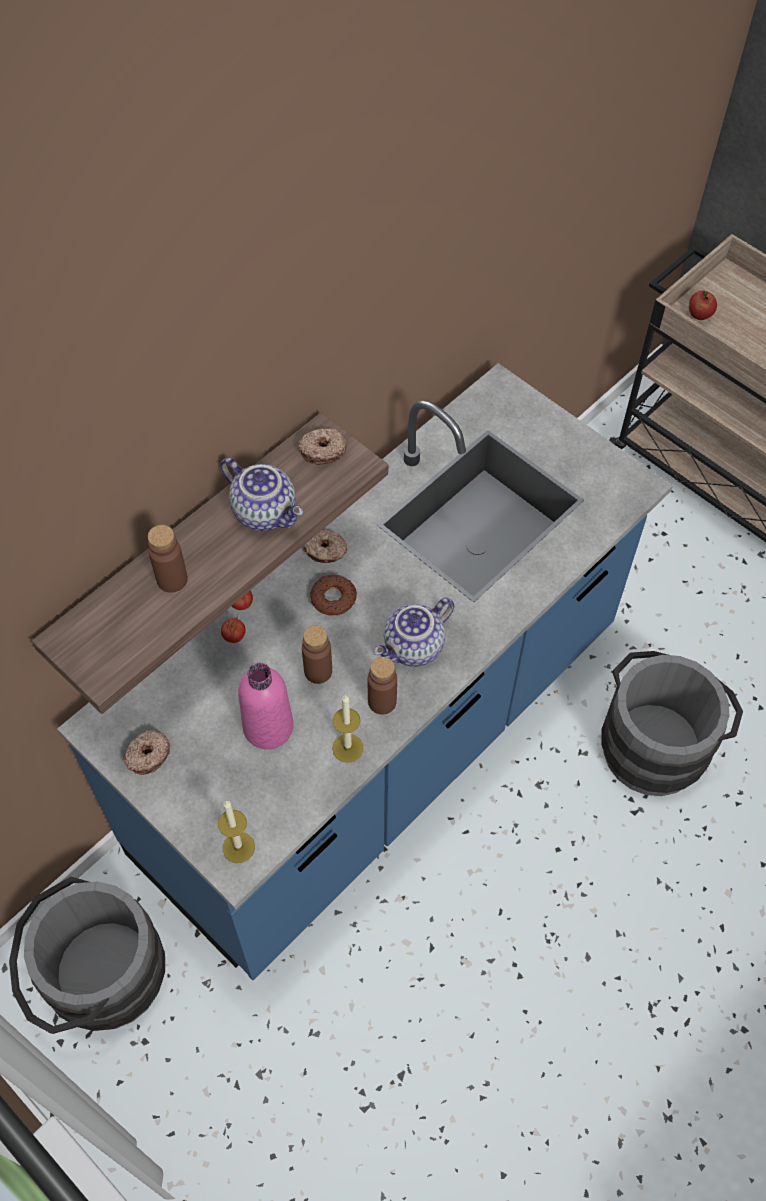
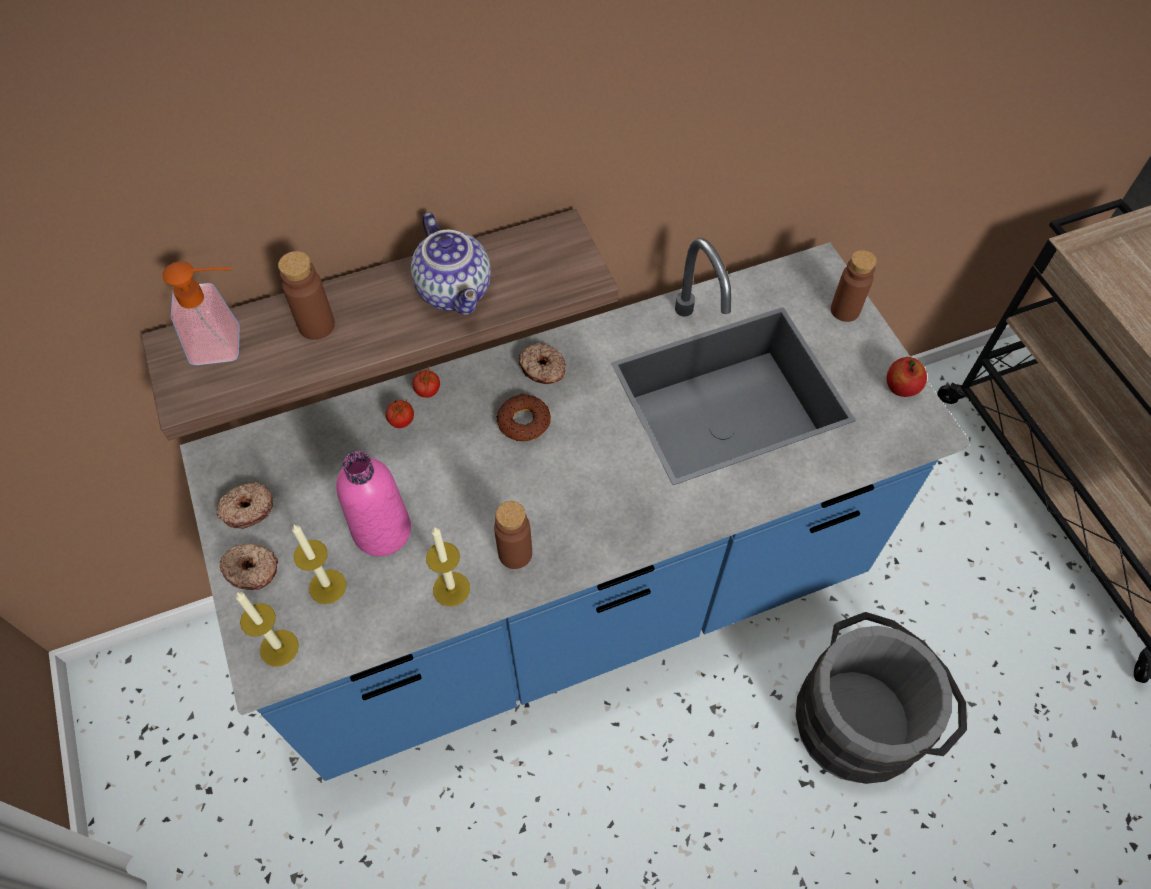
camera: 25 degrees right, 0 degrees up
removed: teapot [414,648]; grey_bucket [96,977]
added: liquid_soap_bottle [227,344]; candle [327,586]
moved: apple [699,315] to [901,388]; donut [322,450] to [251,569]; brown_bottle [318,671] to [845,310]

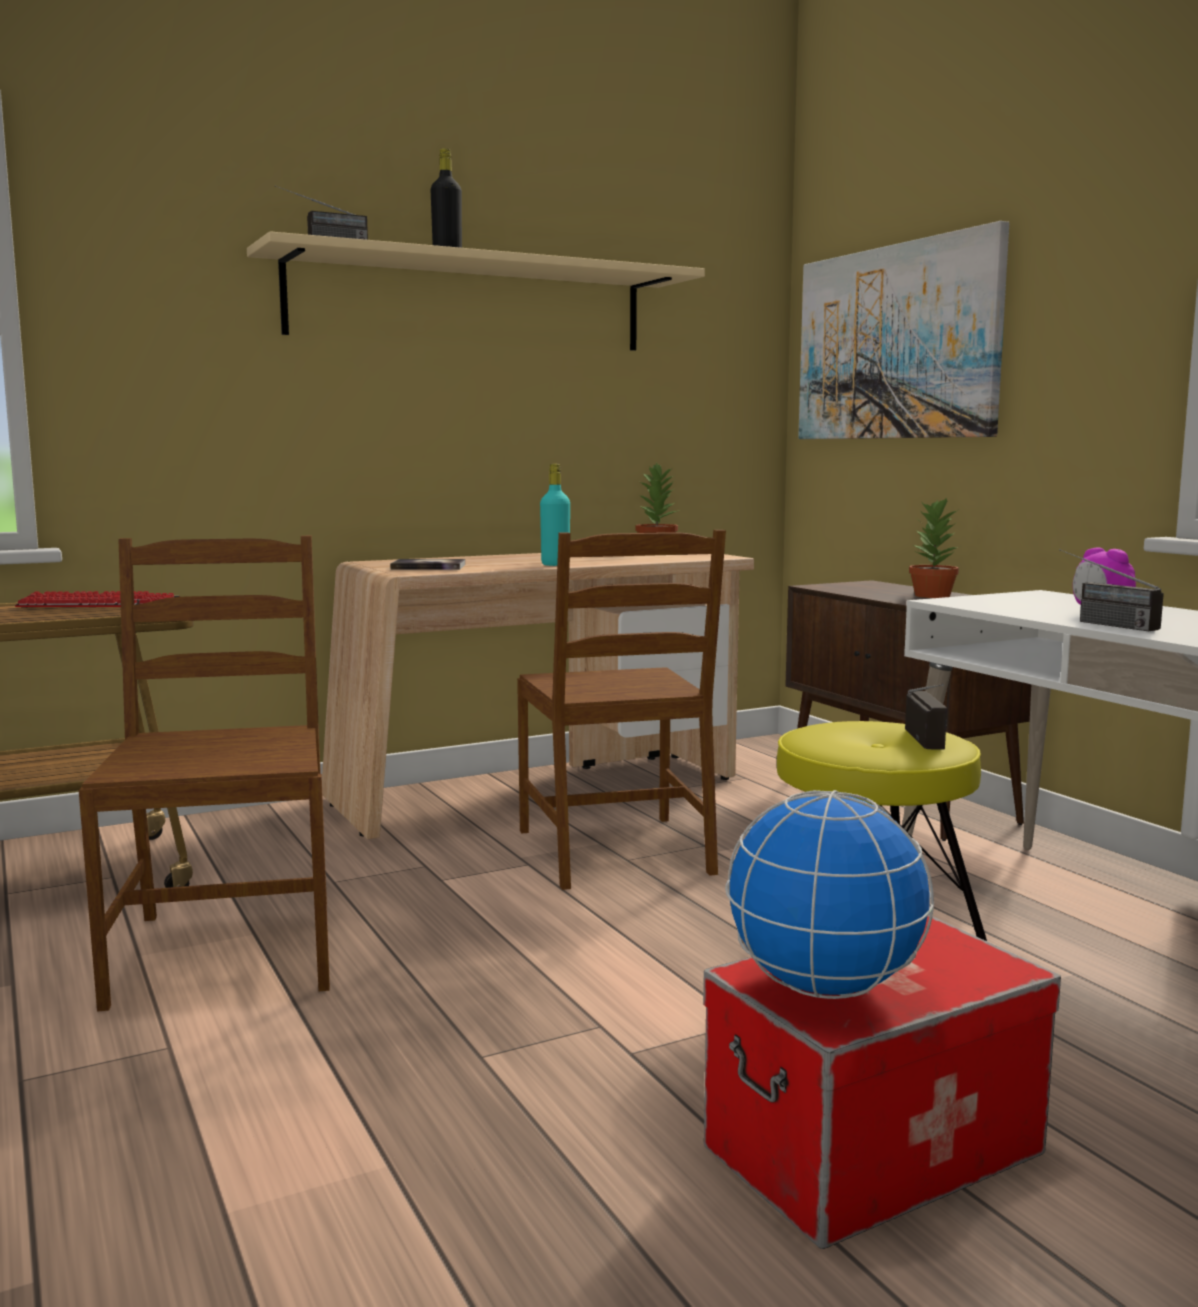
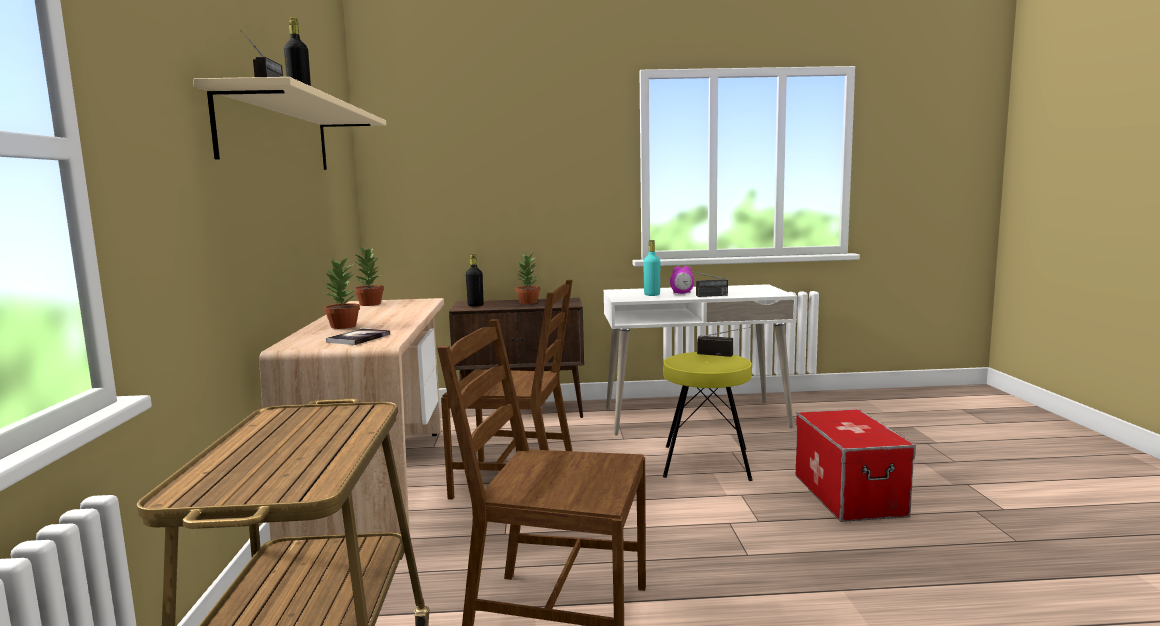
camera: 65 degrees left, 0 degrees up
removed: picture [896,343]; computer_keyboard [99,605]; globe [823,987]
added: black_bottle [475,305]; plant_in_a_pot [343,326]
moved: blue-green_bottle [555,564] to [652,295]

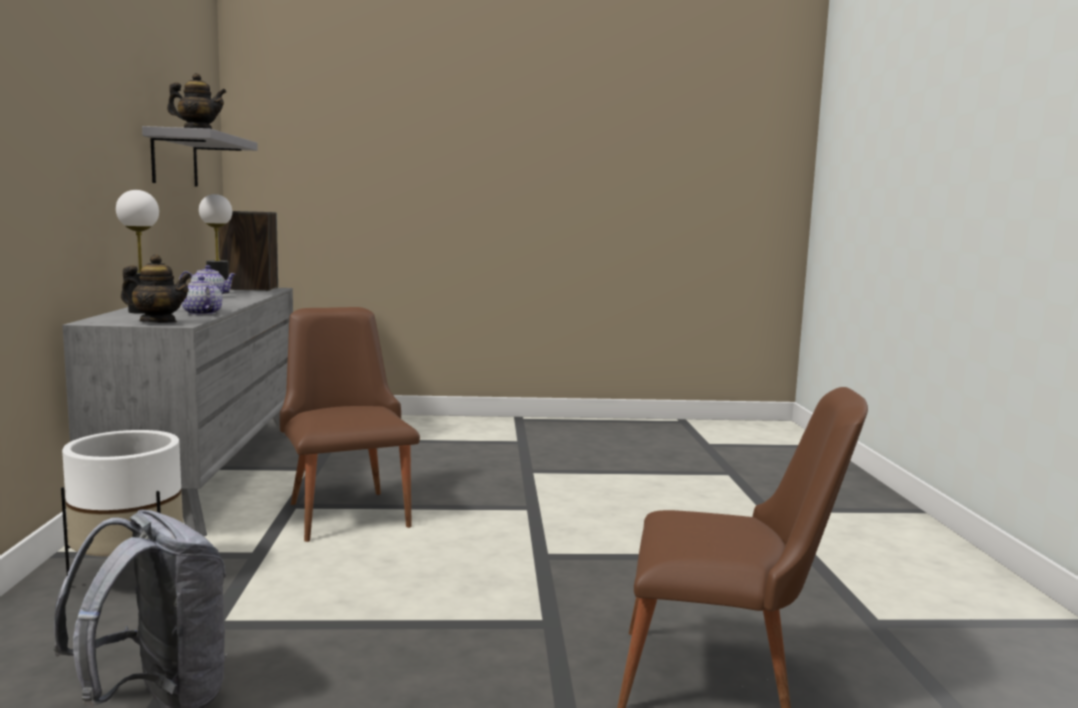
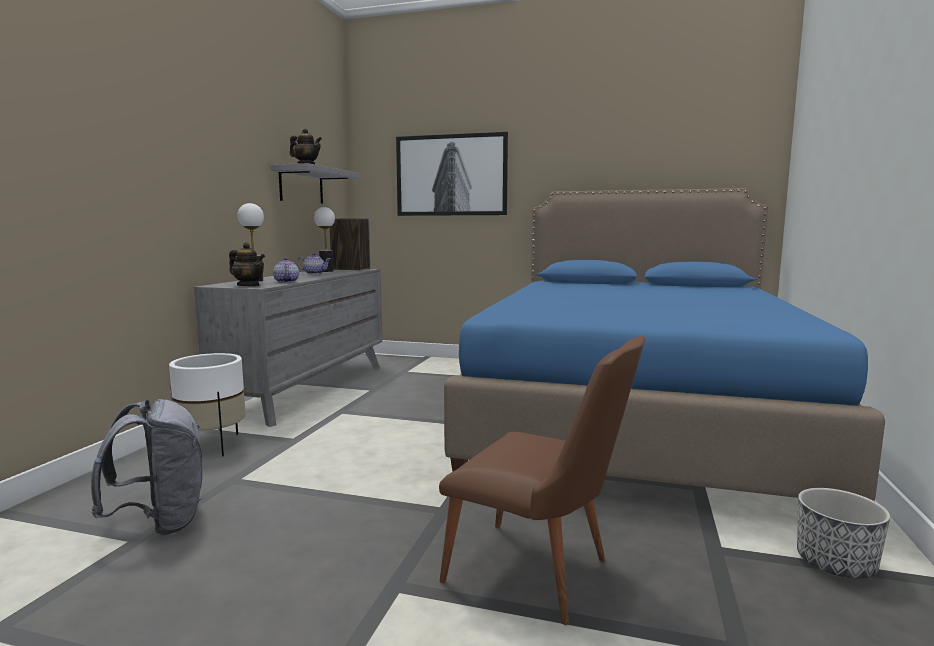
camera: 20 degrees right, 0 degrees up
removed: brown_plain_chair [346,510]
added: picture [451,175]; blue-coloured_sleeping_bed [635,416]; plant_pot [835,564]

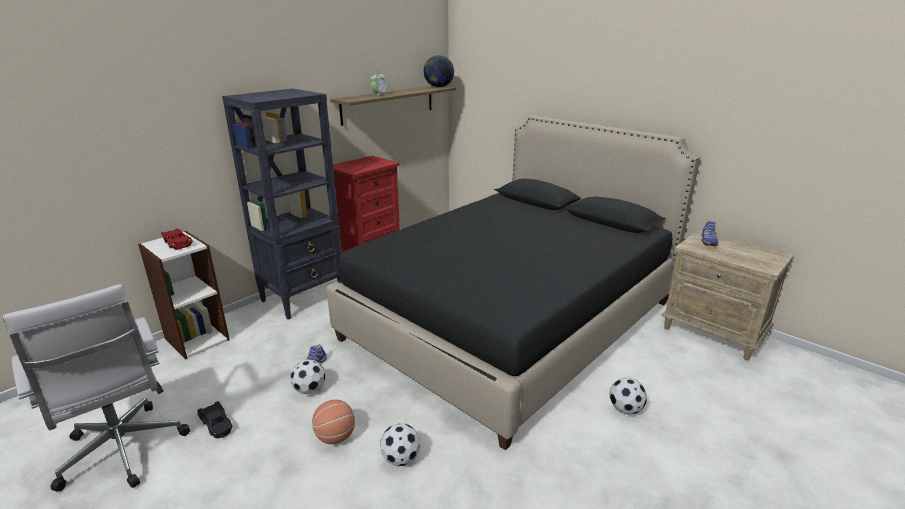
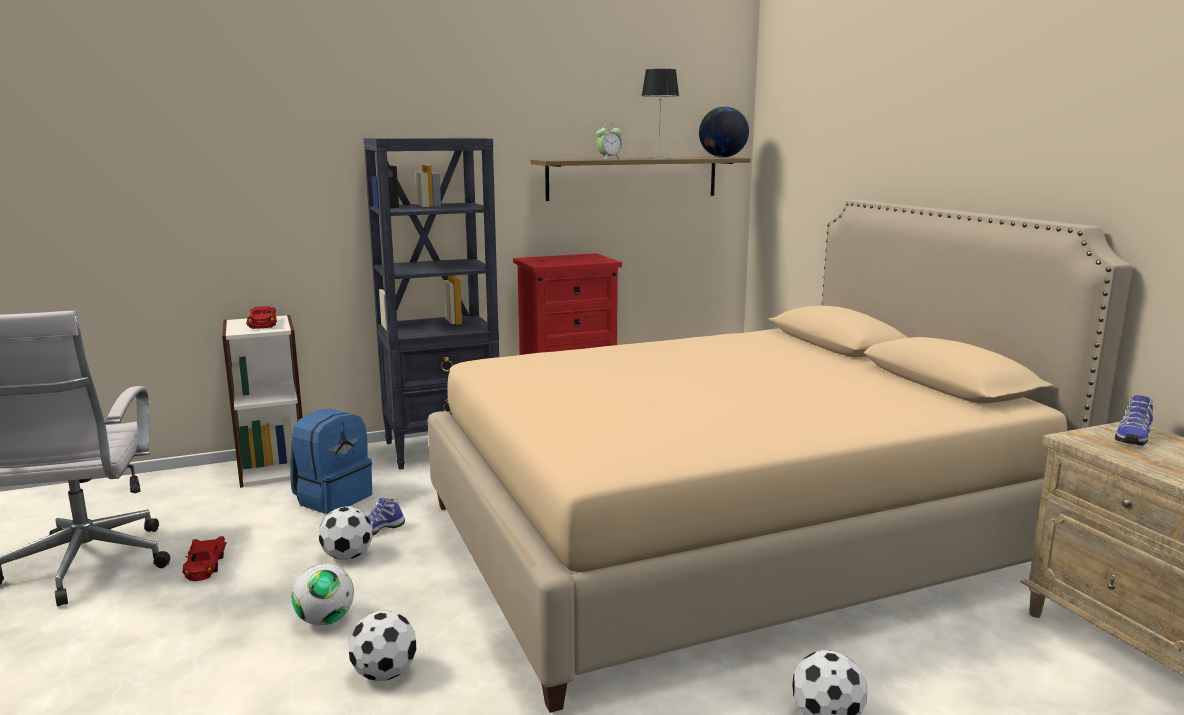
camera: 25 degrees right, 10 degrees down
added: lamp_for_a_table [659,158]; blue-coloured_knapsack [333,498]
replaced: basketball_ball [335,437] to football_ball [325,620]
recoloured: black_sleeping_bed [511,320] to beige-coloured_sleeping_bed [728,537]; black_model_car [216,424] to red-coloured_model_car [204,566]

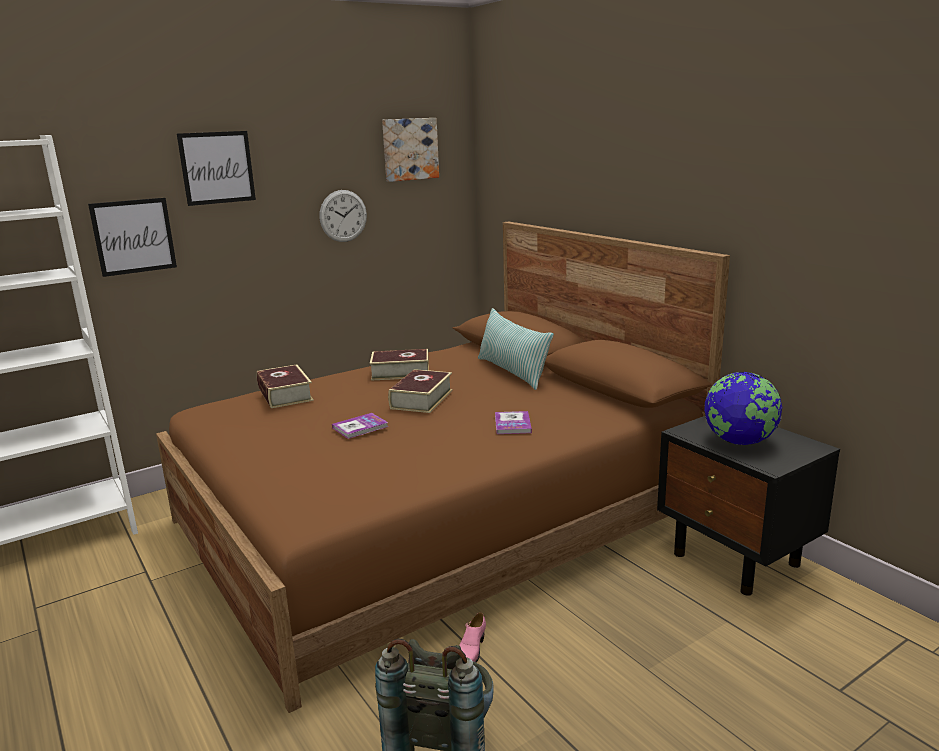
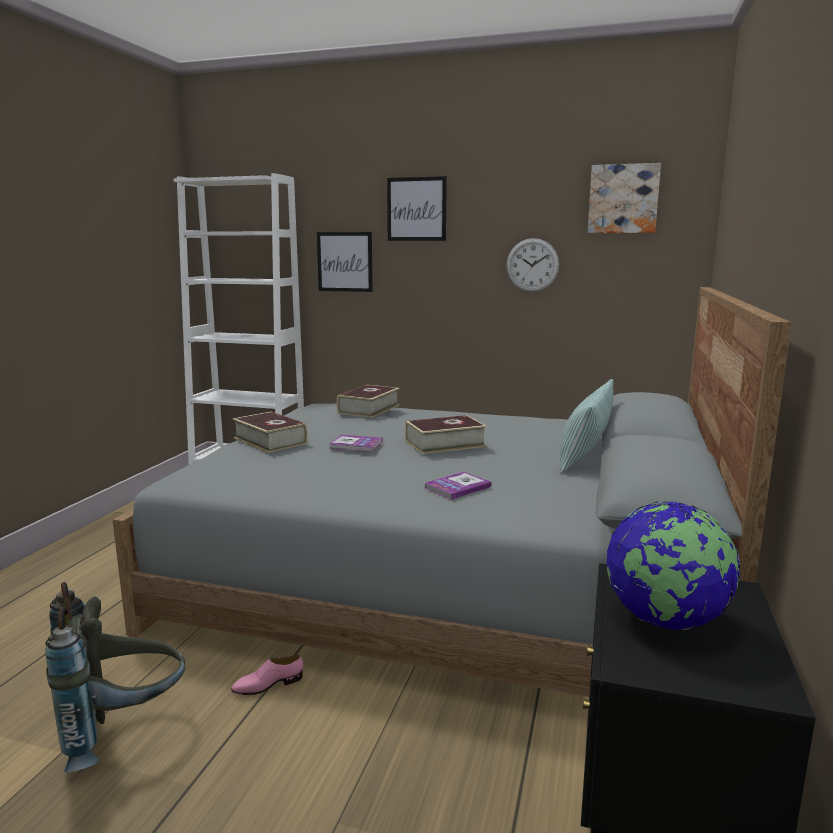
camera: 50 degrees right, 5 degrees down
moved: book [400,372] to [270,441]
recoloured: brown_sleeping_bed [438,518] to grey_sleeping_bed [447,580]

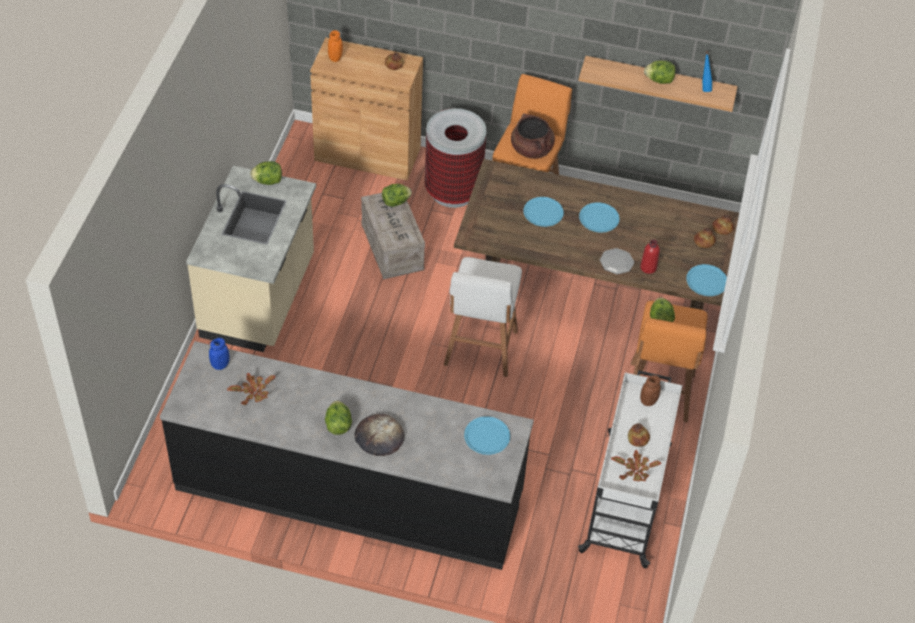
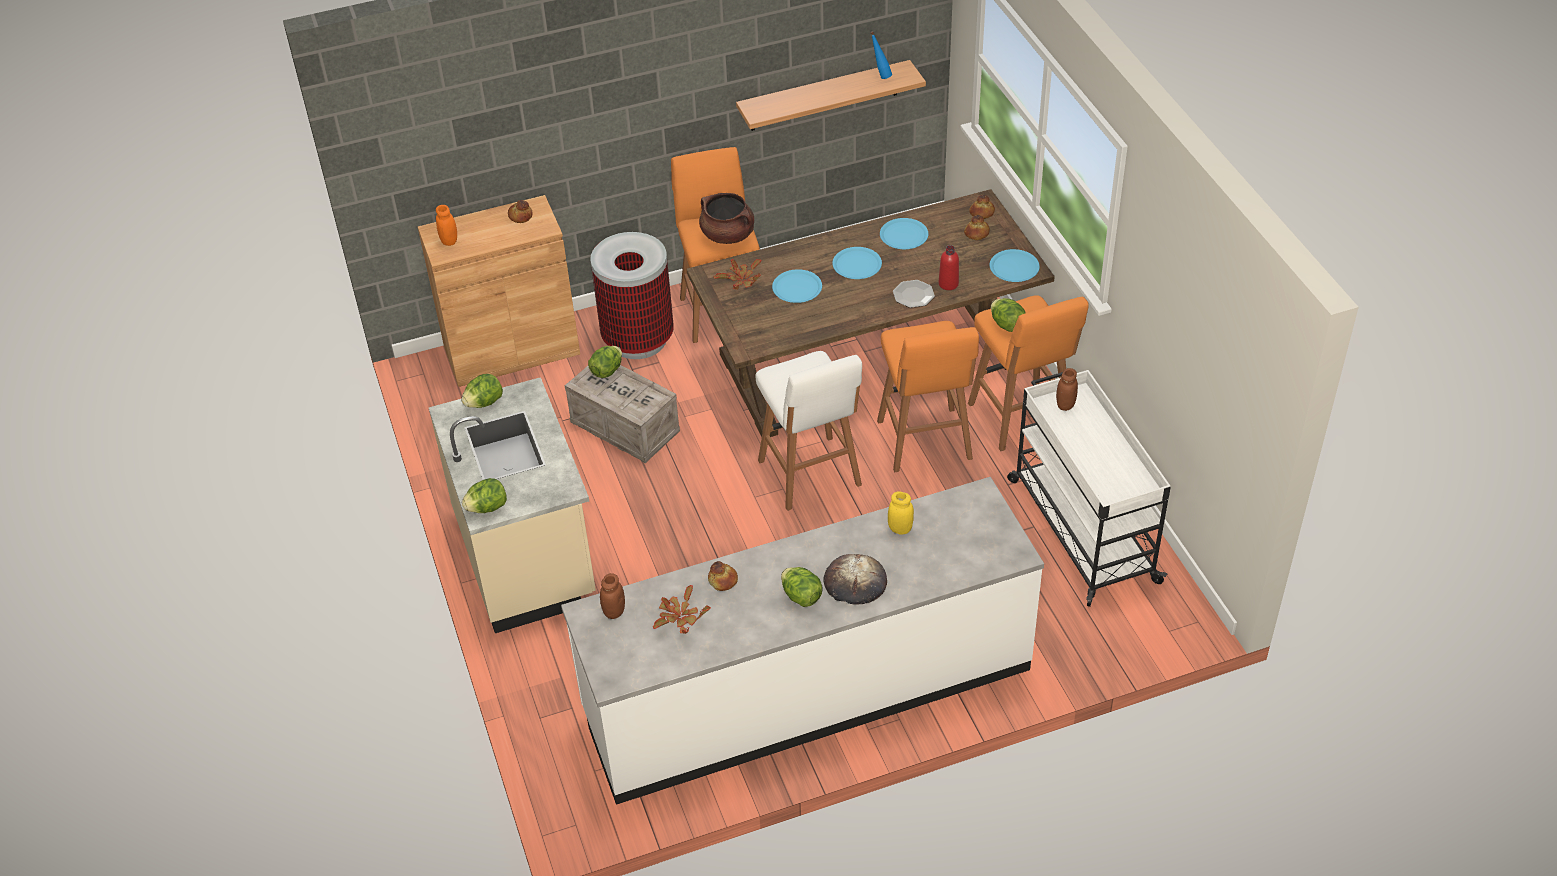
camera: 30 degrees left, 5 degrees down
added: orangey_stool [925,442]; yellow_storage_jar [900,529]
moved: head_of_lettuce [659,80] to [487,507]; blue-coloured_flat_dish [487,436] to [904,235]; bread [638,438] to [723,580]; plant_in_a_pot [635,471] to [741,280]
recoloured: blue-coloured_storage_jar [220,364] to brown_storage_jar [614,611]; black_kitchen_counter [349,492] to white_kitchen_counter [807,690]

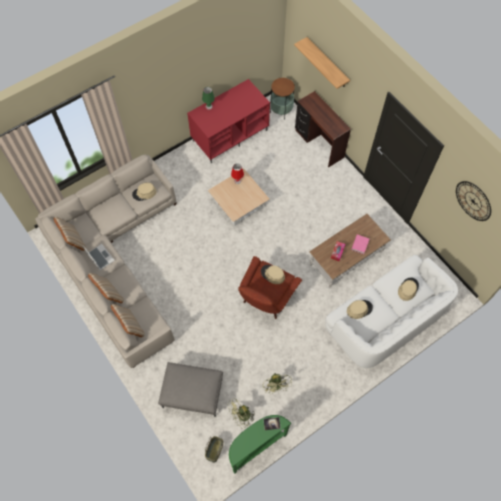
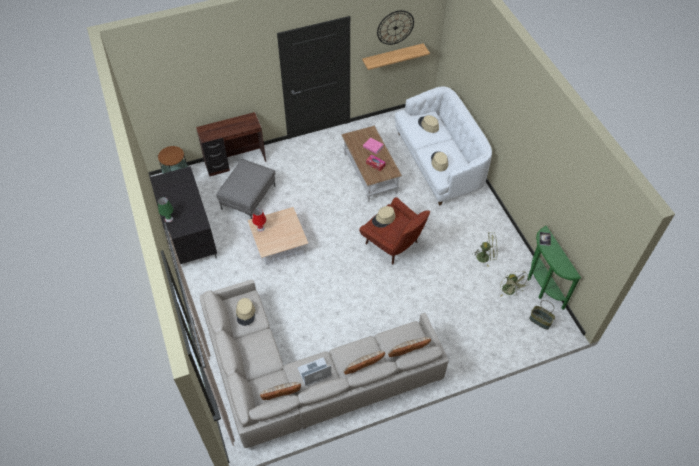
camera: 75 degrees left, 10 degrees down
moved: shelf [327,63] to [392,56]; grey_footrest [192,394] to [248,198]
recoloured: red-coloured_tv_stand [230,135] to black_tv_stand [188,233]

